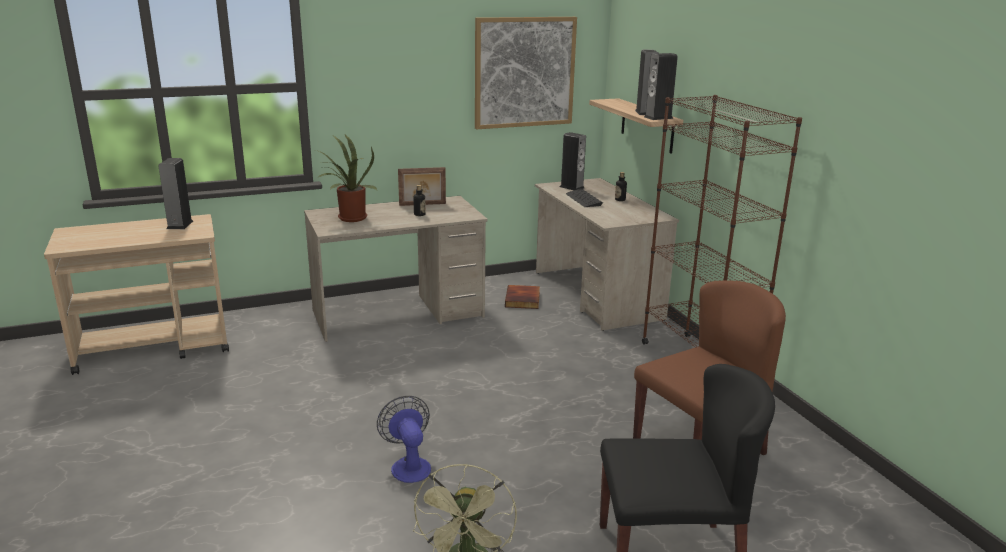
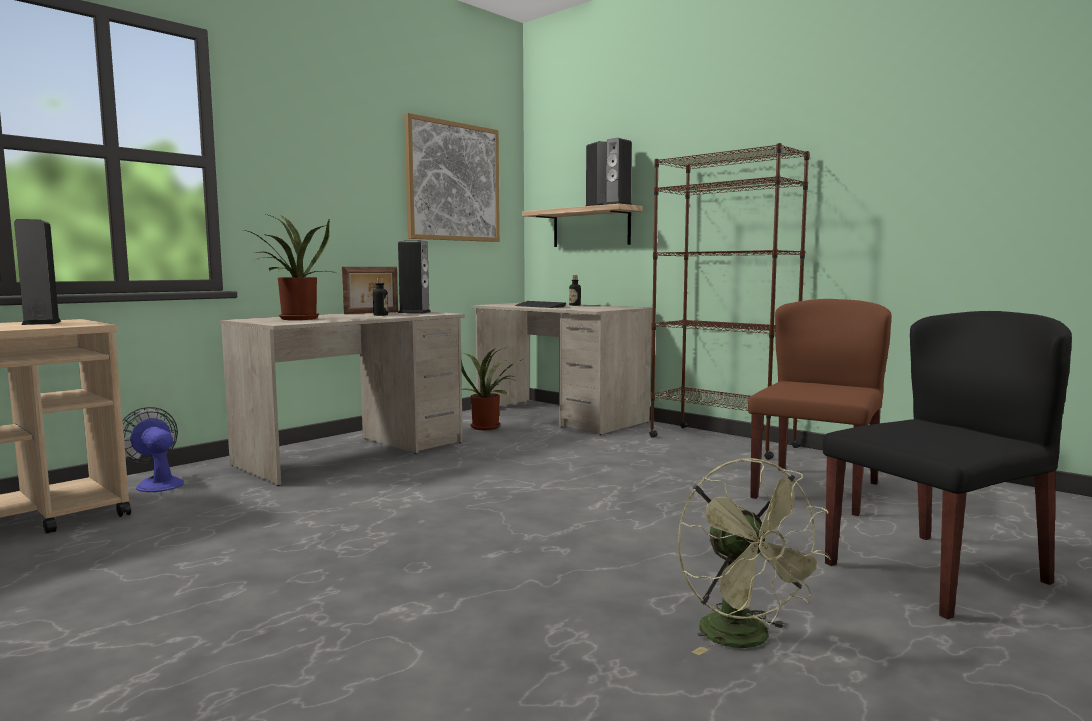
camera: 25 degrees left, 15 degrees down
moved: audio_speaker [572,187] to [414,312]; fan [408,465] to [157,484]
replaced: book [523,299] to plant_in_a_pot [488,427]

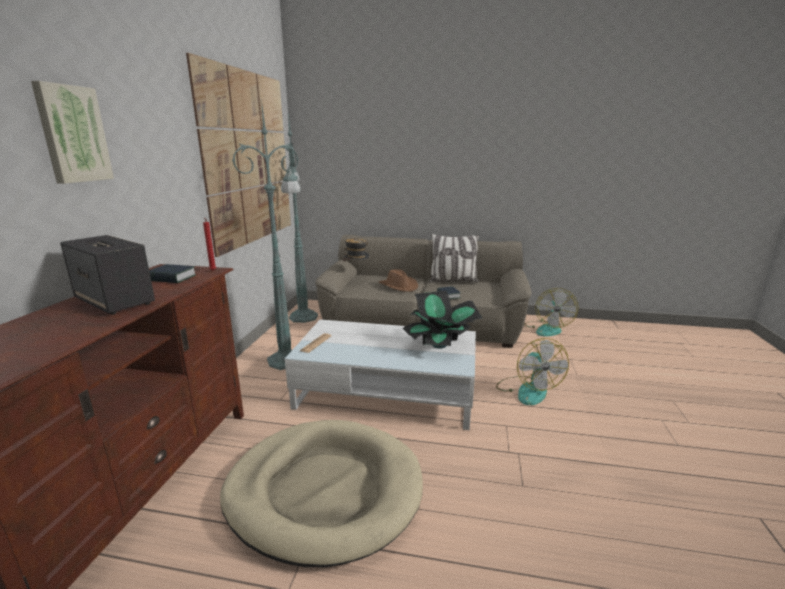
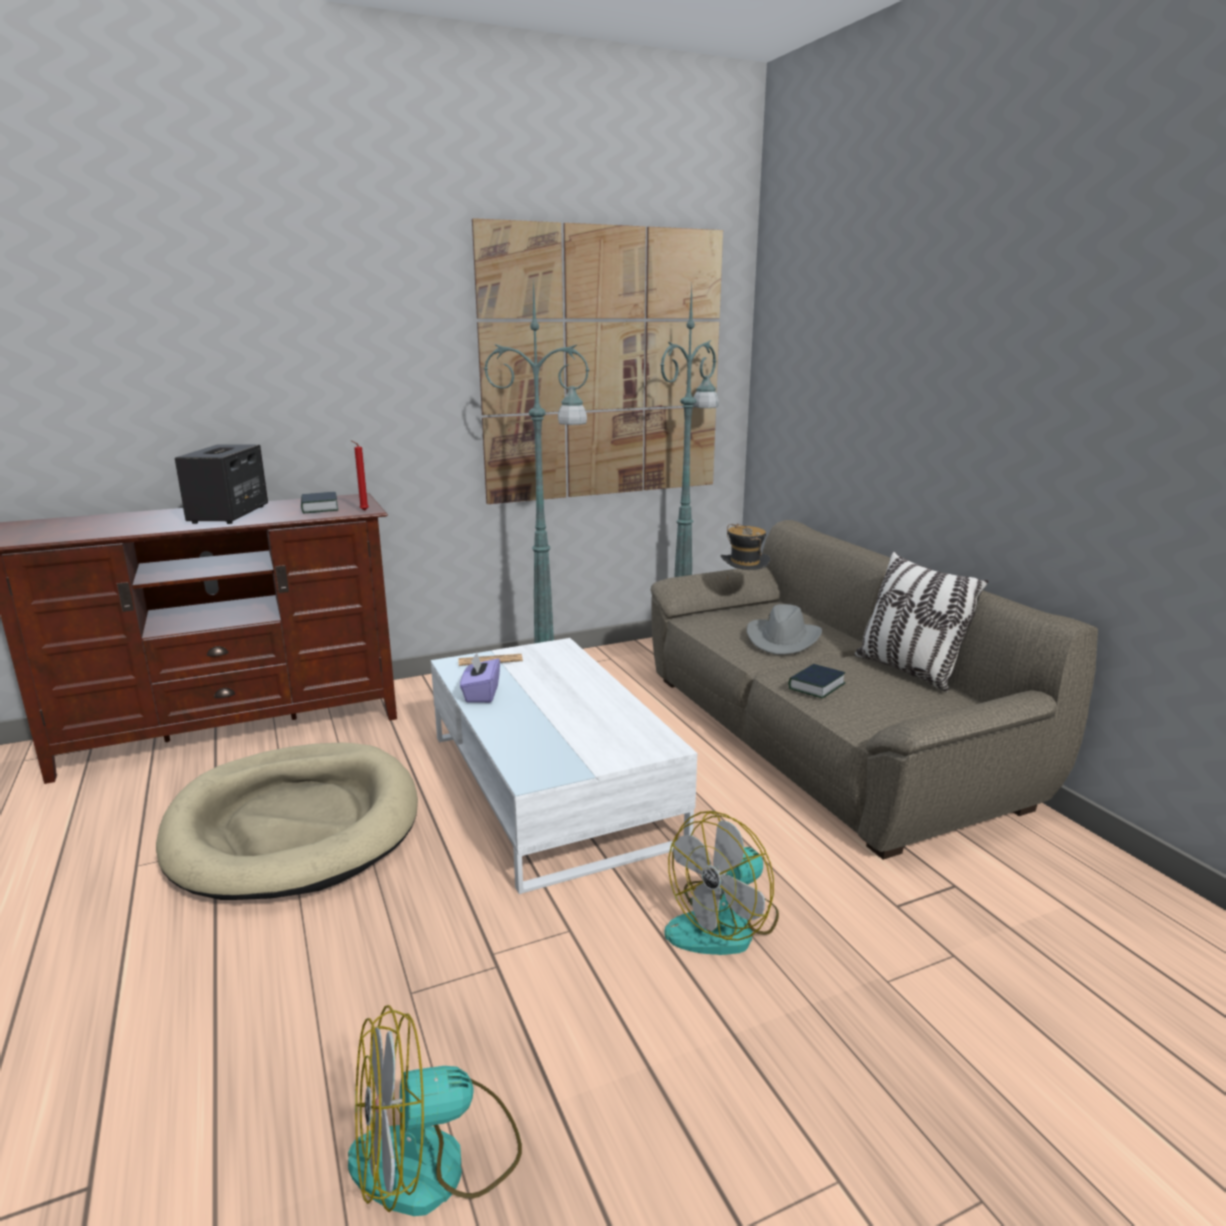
camera: 55 degrees right, 0 degrees up
removed: picture [72,134]; plant_in_a_pot [440,345]
added: purplish_tissue_box [481,694]
moved: fan [547,329] to [435,1159]
recoloured: brown_hat [399,286] to grey_hat [783,640]

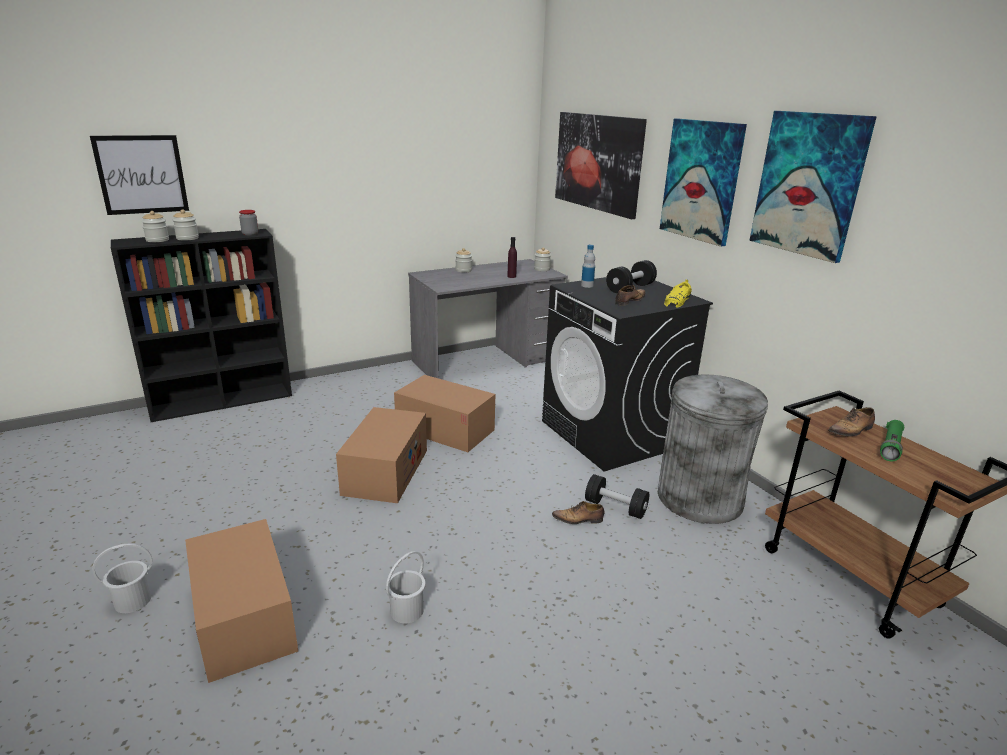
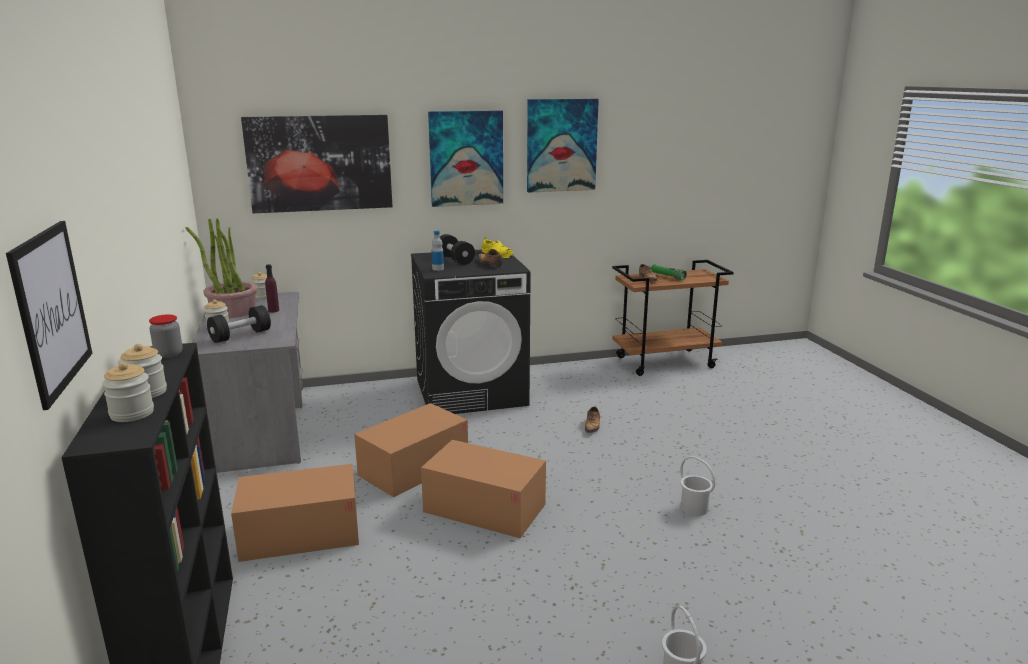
camera: 75 degrees left, 5 degrees down
removed: grey_trash_can [700,498]
added: plant_in_a_pot [233,311]
moved: black_free_weight [615,507] to [240,336]; cardboard_box [244,617] to [300,533]

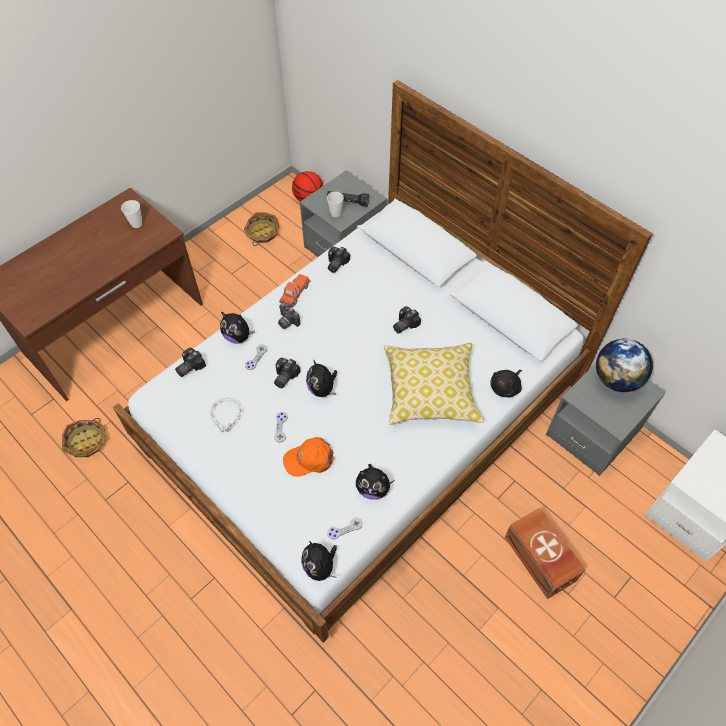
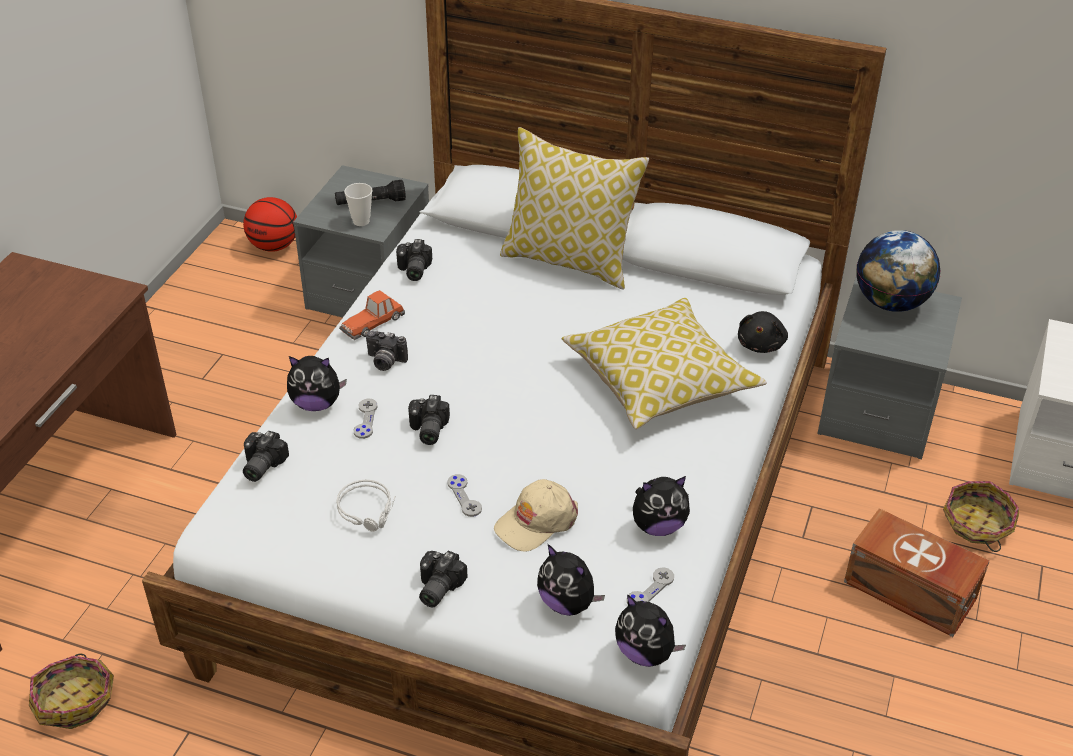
camera: 25 degrees left, 15 degrees down
removed: drinking_cup [136,224]
added: cushion [570,260]
moved: storage_basket [262,233] to [977,524]; photo_camera [403,324] to [436,588]; cuddly_toy [322,389] to [568,603]
recoloured: orangey_peaked_cap [309,459] to beige-coloured_peaked_cap [536,522]
turned: model_car [295,293] = [373,322] 135 degrees counterclockwise

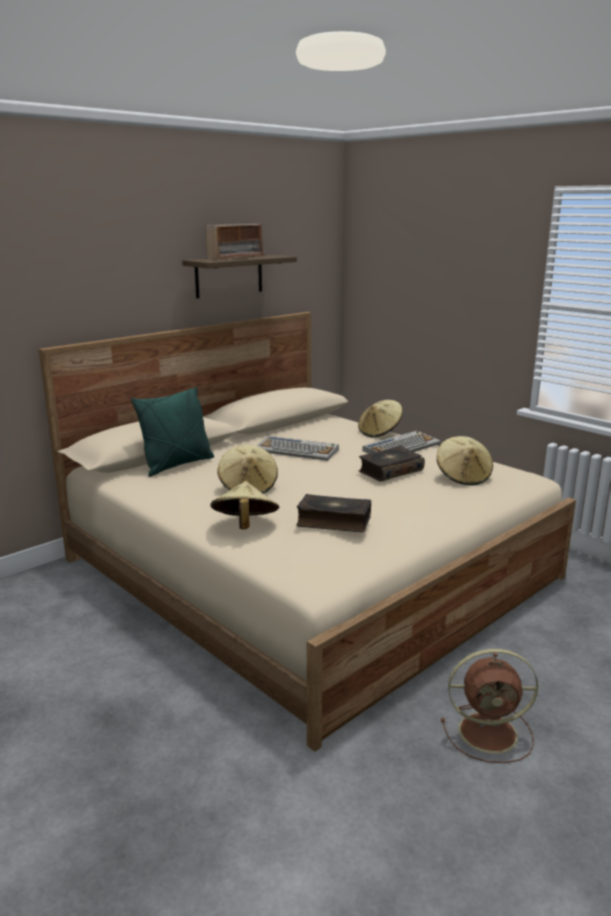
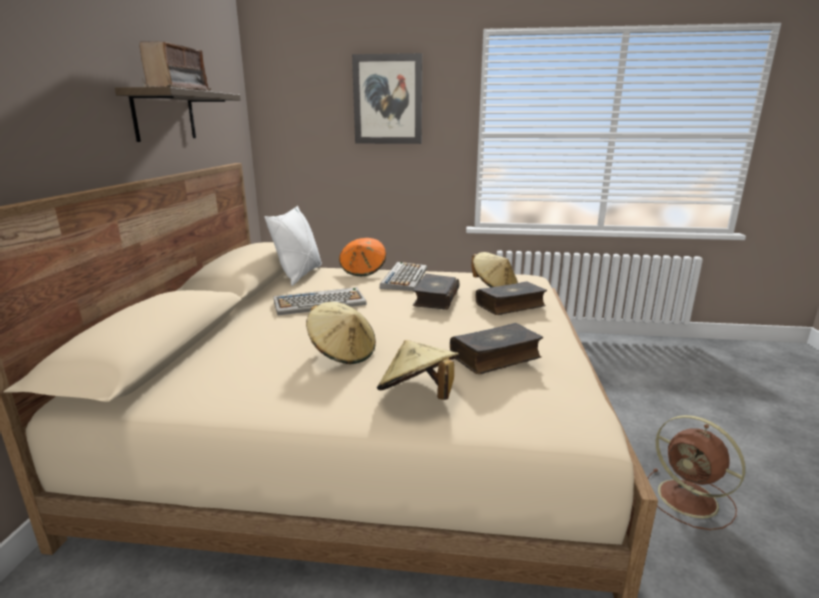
camera: 40 degrees left, 0 degrees up
removed: greenish_cushion [177,465]
added: picture [388,100]; white_cushion [299,275]; book [511,305]
recoloured: beige-coloured_hat [380,432] to orangey_hat [363,271]
turned: brown_fan [490,732] = [690,499] 90 degrees clockwise

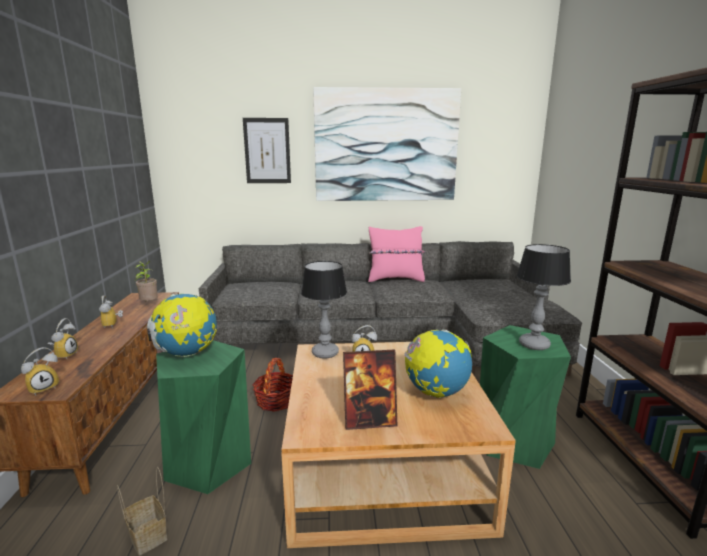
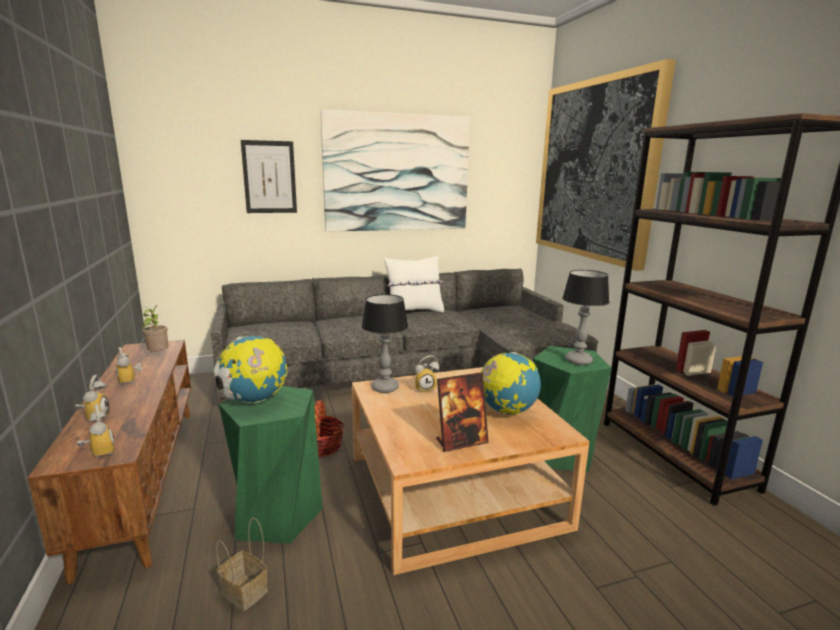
camera: 15 degrees left, 0 degrees up
added: picture [595,170]
recoloured: pink_cushion [395,279] to white_cushion [414,311]
turned: table_clock [44,388] = [98,453] 60 degrees counterclockwise

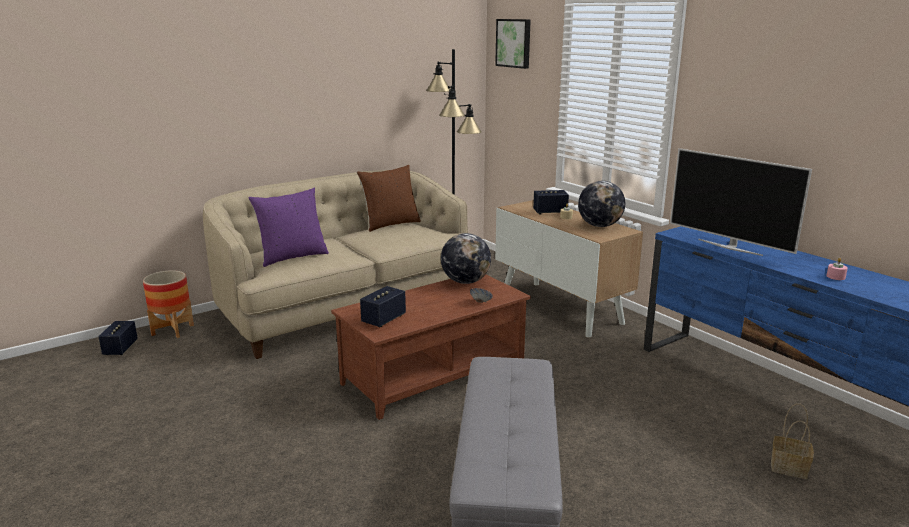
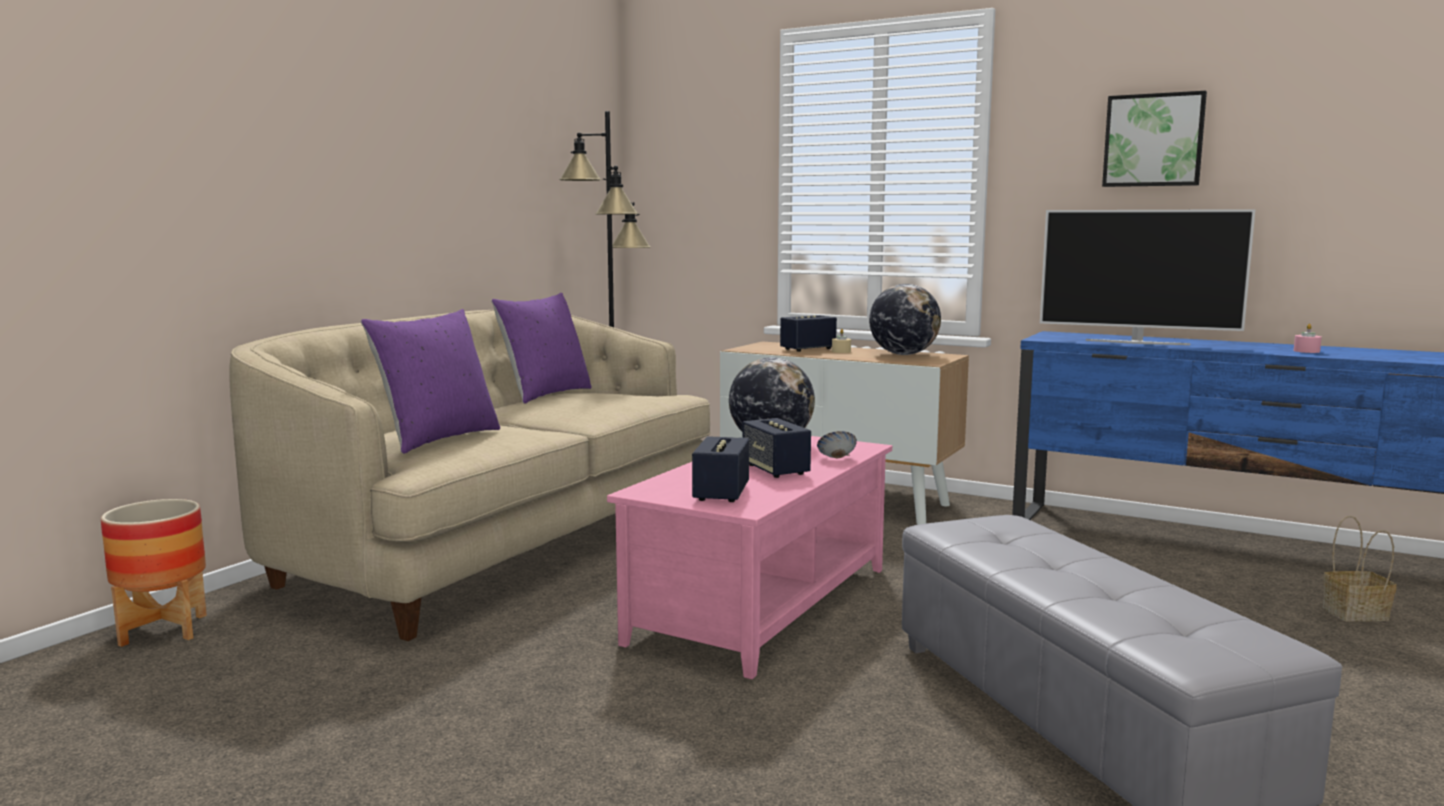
camera: 25 degrees left, 10 degrees down
moved: picture [514,43] to [1153,140]; audio_speaker [120,348] to [775,470]
recoloured: brown_cushion [390,224] to purplish_cushion [545,394]; brown_lounge_table [433,374] to pink_lounge_table [760,604]

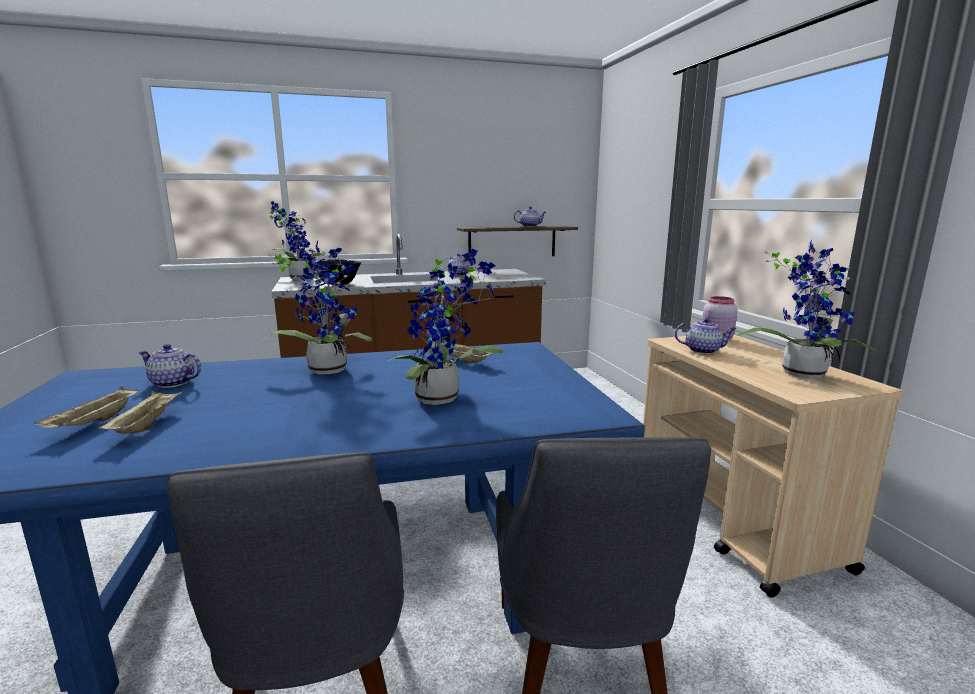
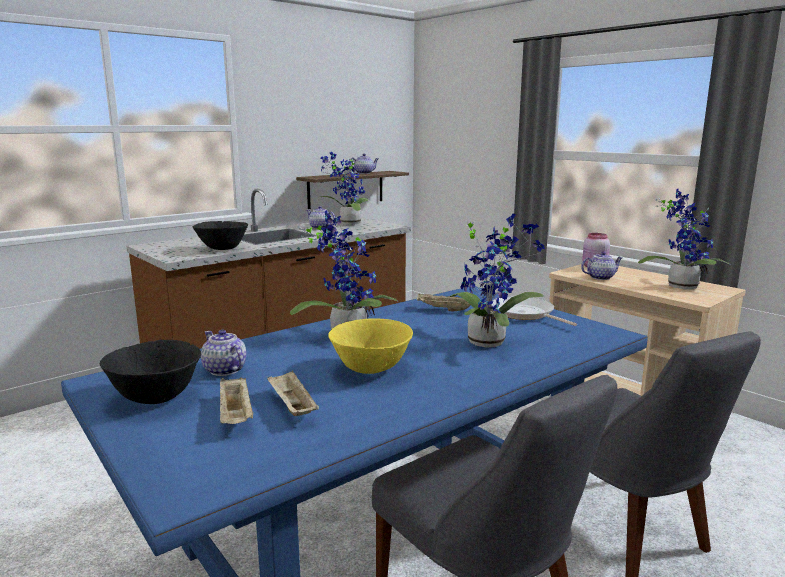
camera: 25 degrees left, 0 degrees up
added: skillet [524,314]; yellow_deep_dish [371,369]; black_deep_dish [156,397]
moved: plant_in_a_pot [298,279] to [347,223]
turned: teapot [173,383] = [224,370] 60 degrees clockwise

